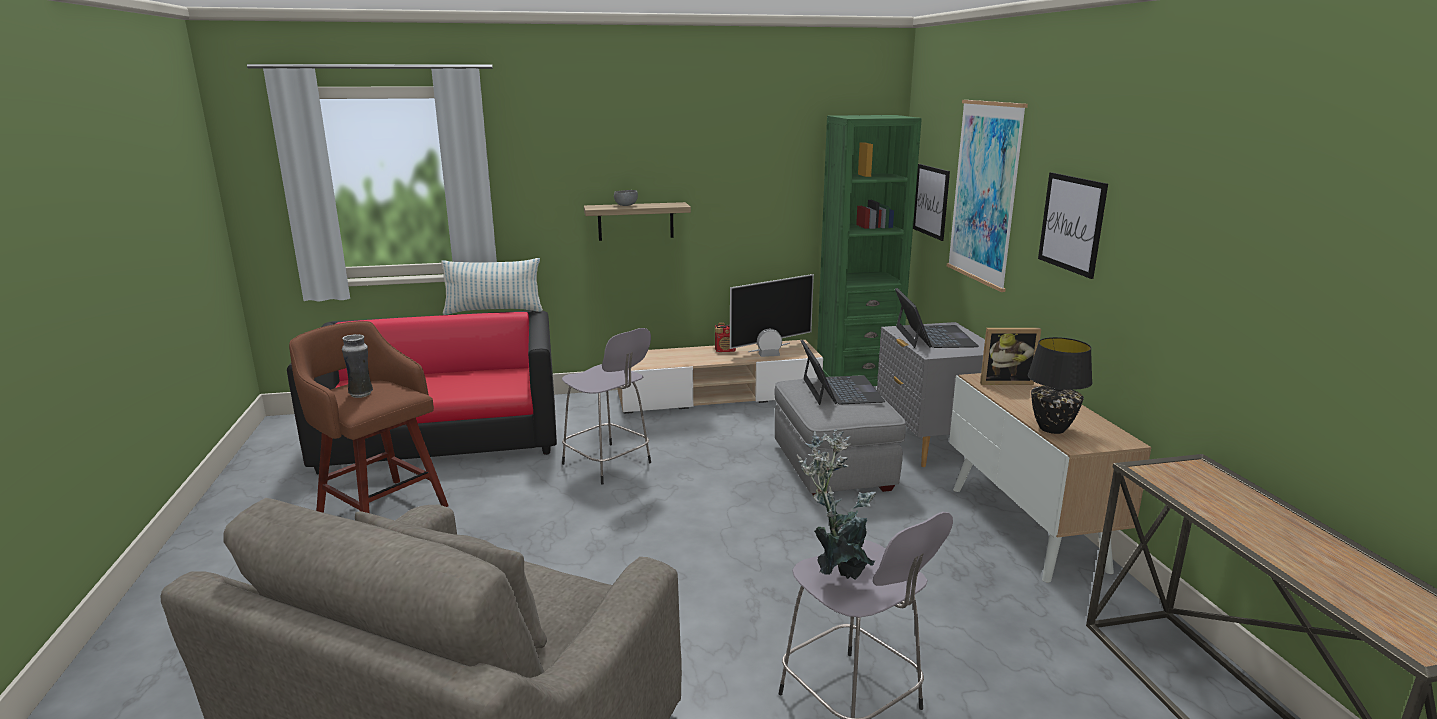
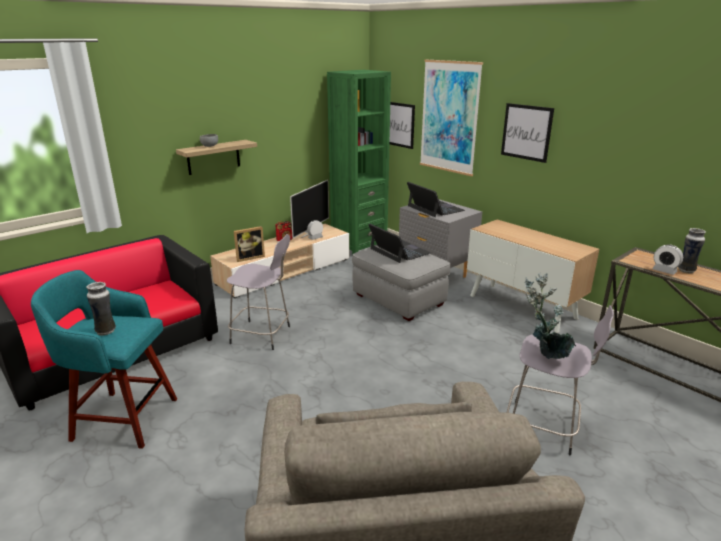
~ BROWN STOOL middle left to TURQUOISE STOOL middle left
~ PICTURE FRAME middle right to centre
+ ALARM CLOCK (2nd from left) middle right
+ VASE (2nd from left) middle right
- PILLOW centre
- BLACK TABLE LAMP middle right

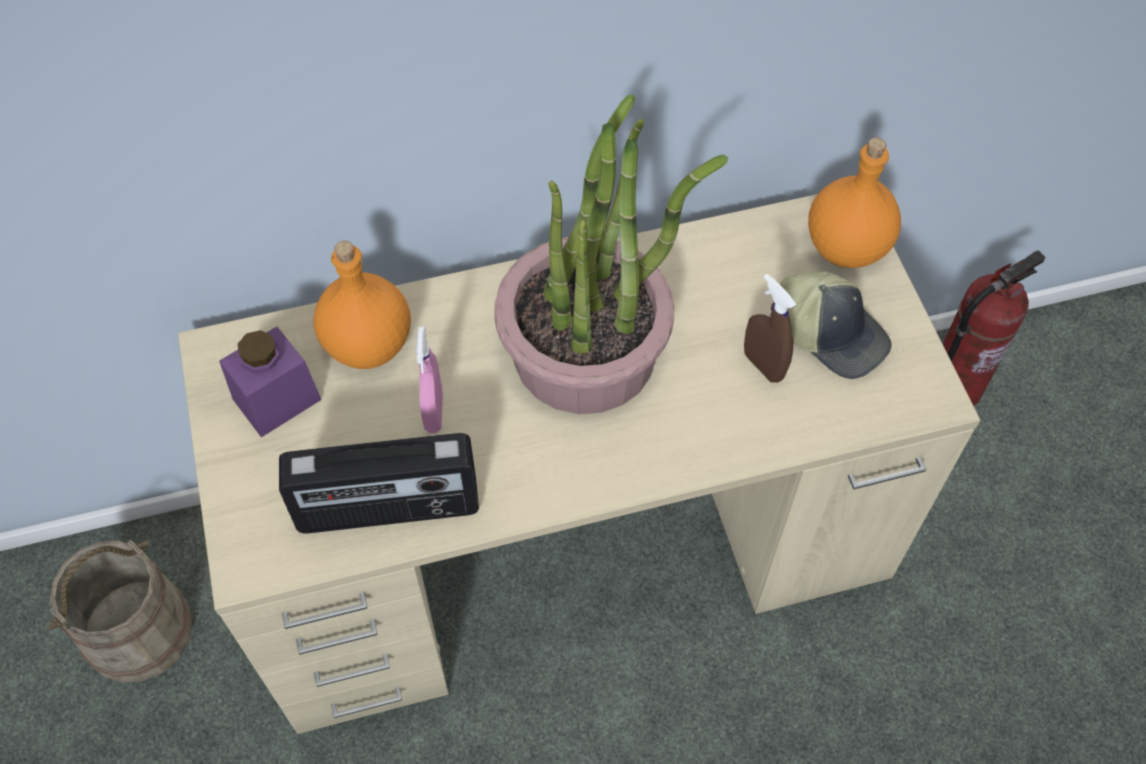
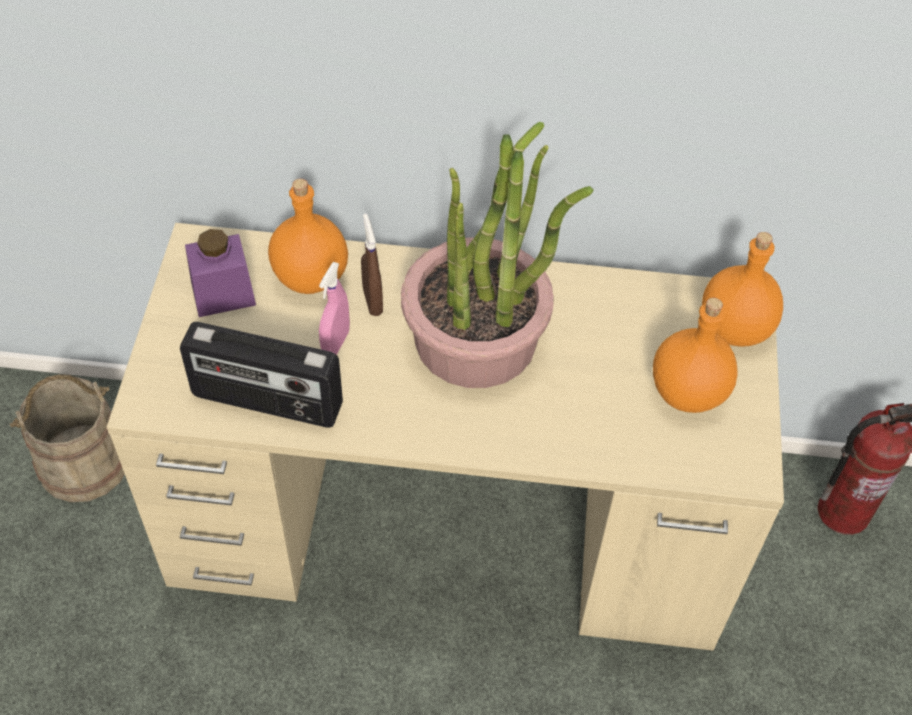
~ BROWN SPRAY BOTTLE middle right to centre
~ CAP middle right to ORANGE BOTTLE (2nd from left) middle right

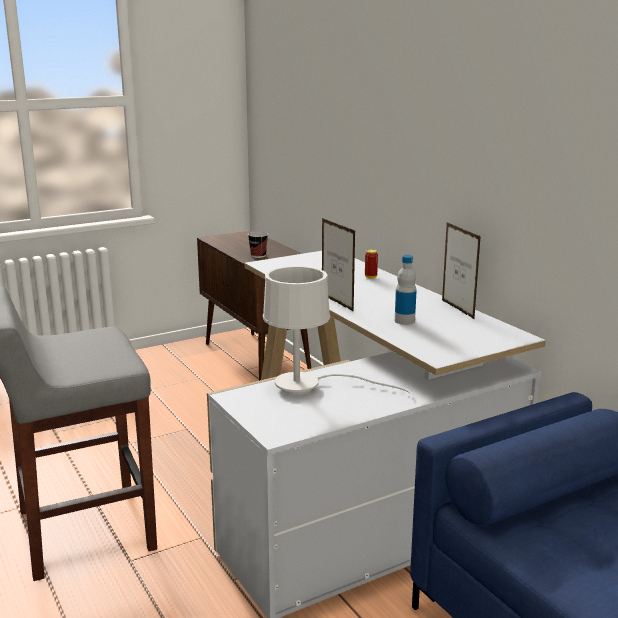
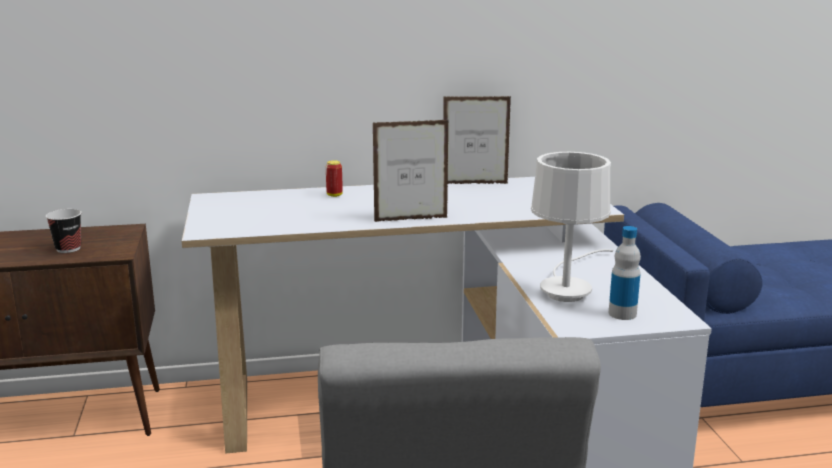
~ BOTTLE centre to middle right

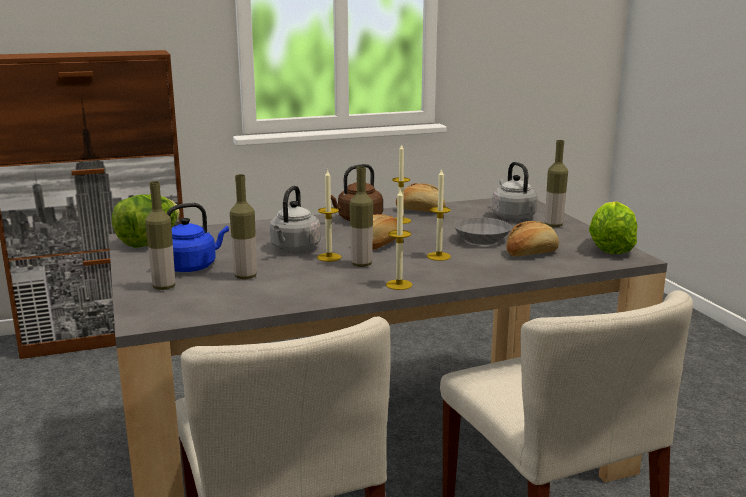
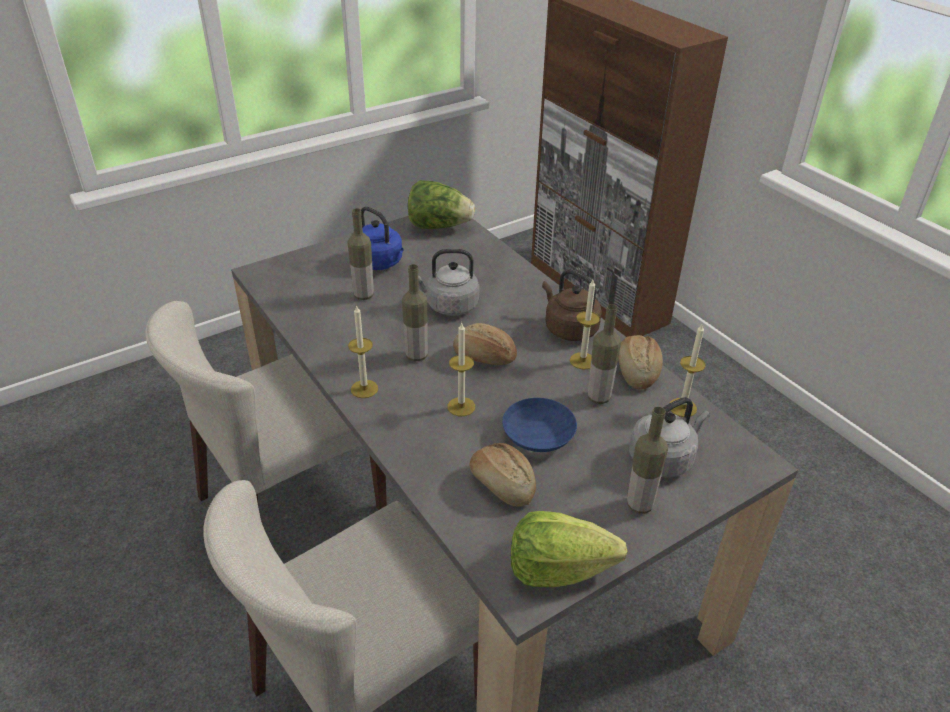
~ GREY BOWL centre to BLUE BOWL centre
~ BOTTLE (1st from left in the first image) middle left to BOTTLE (3rd from left) centre
~ CANDLE (1st from left in the first image) centre to CANDLE (4th from left) middle right

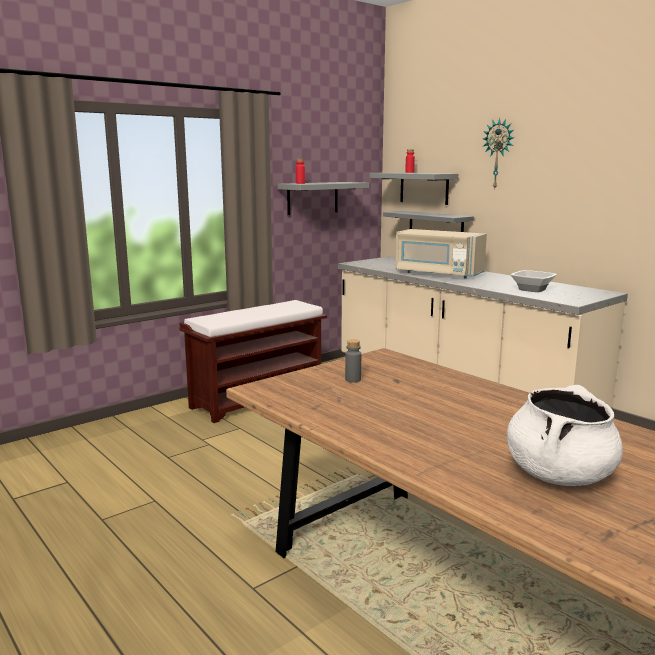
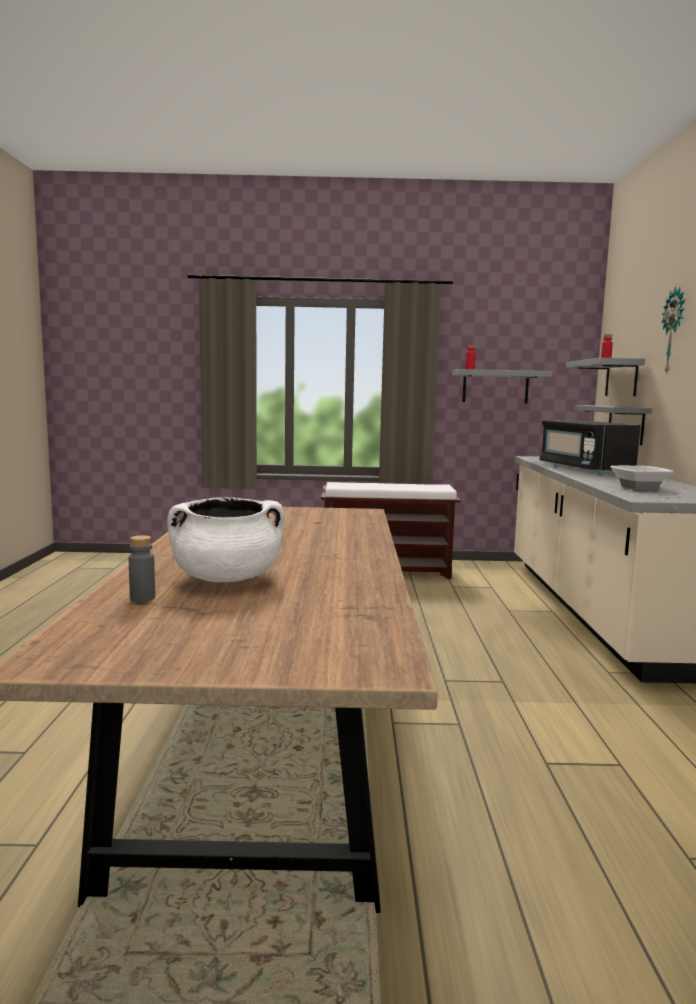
~ GREY BOTTLE centre to middle left
~ BEIGE MICROWAVE middle right to BLACK MICROWAVE middle right

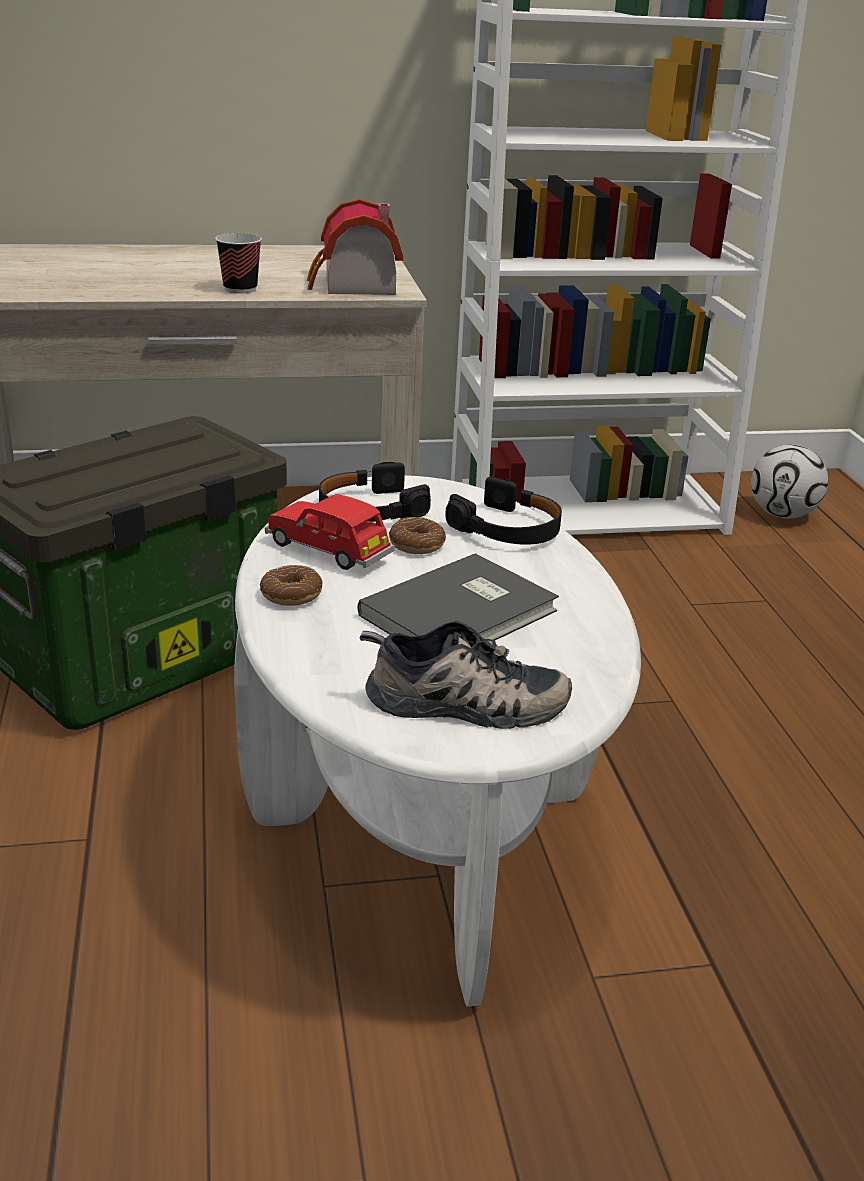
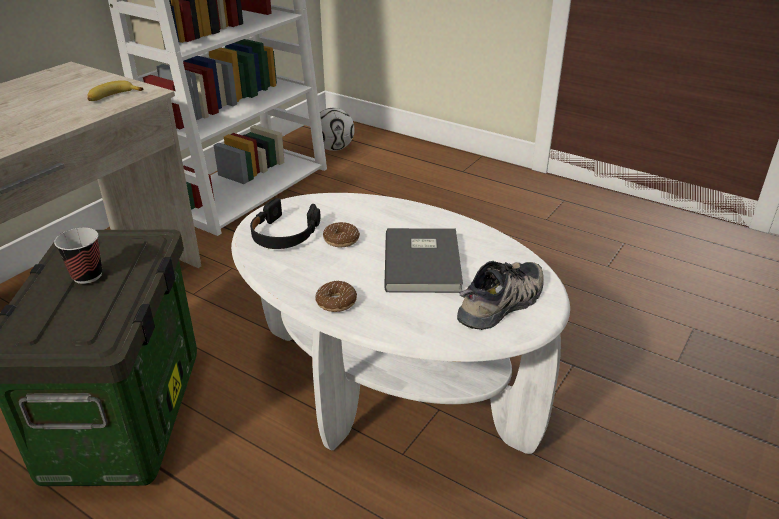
~ CUP top left to middle left
~ TOY HOUSE top centre to BANANA top left
- RED TOY CAR centre
- BLACK HEADPHONES (2nd from left) centre

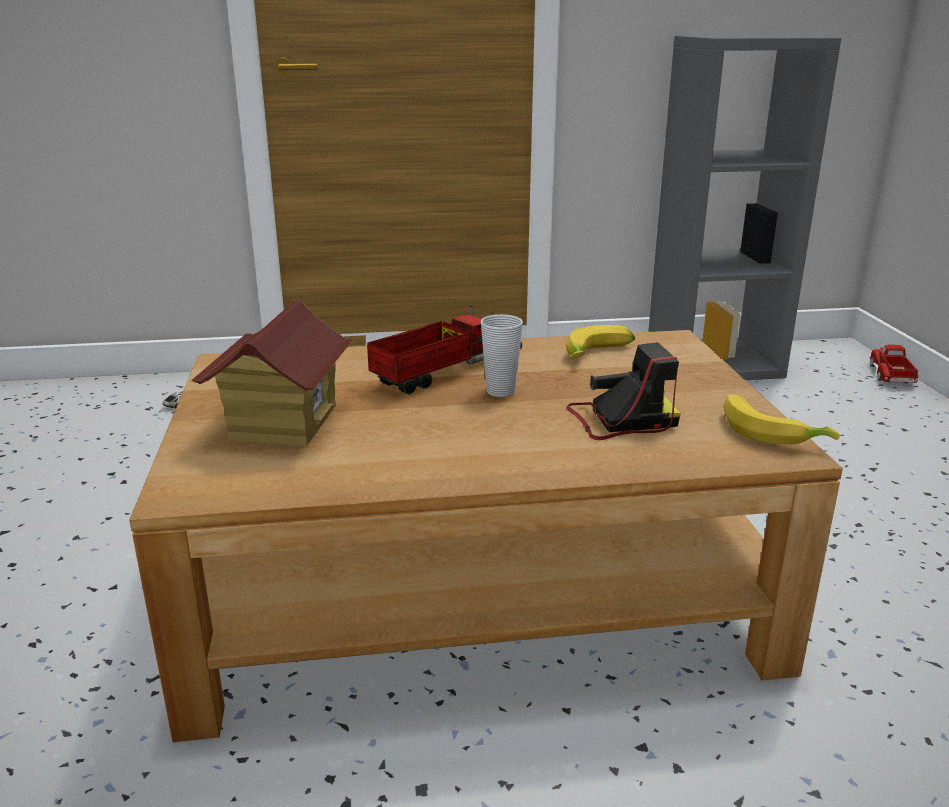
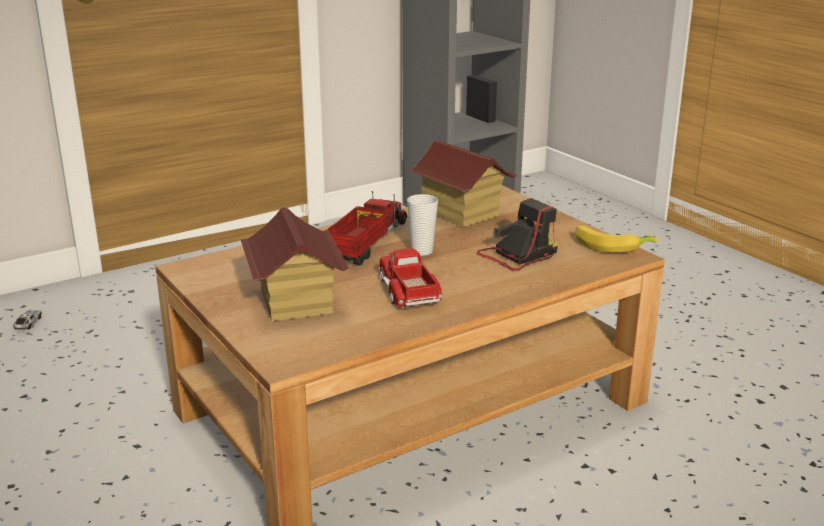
~ TOY TRUCK (2nd from left) middle right to centre
~ BANANA (1st from left) centre to TOY HOUSE (2nd from left) centre

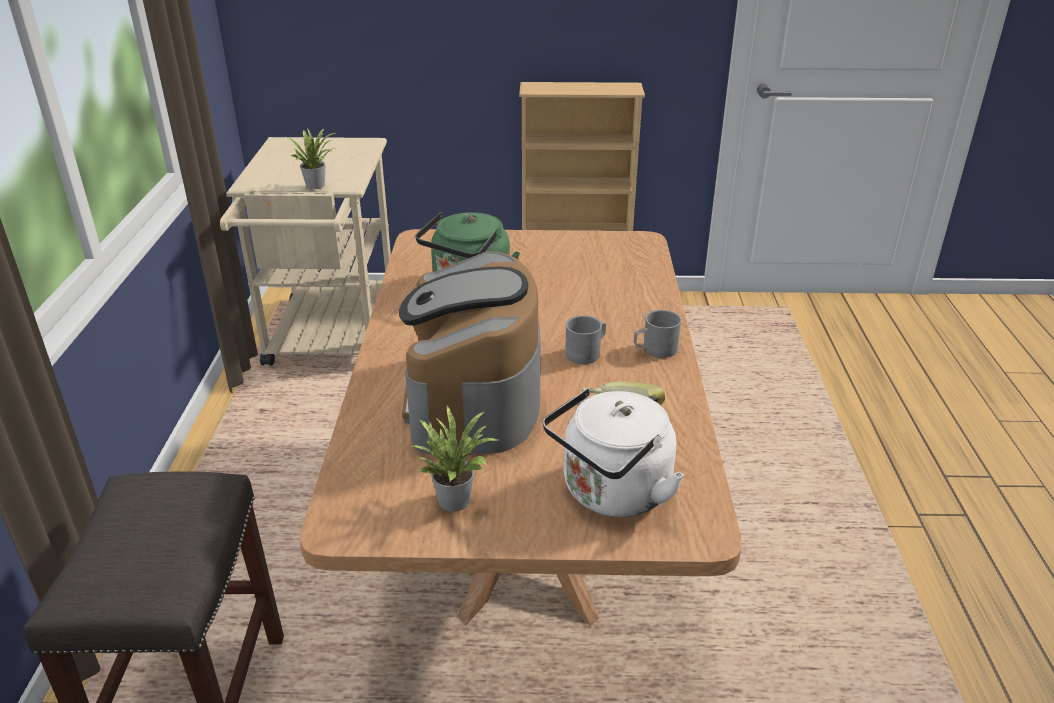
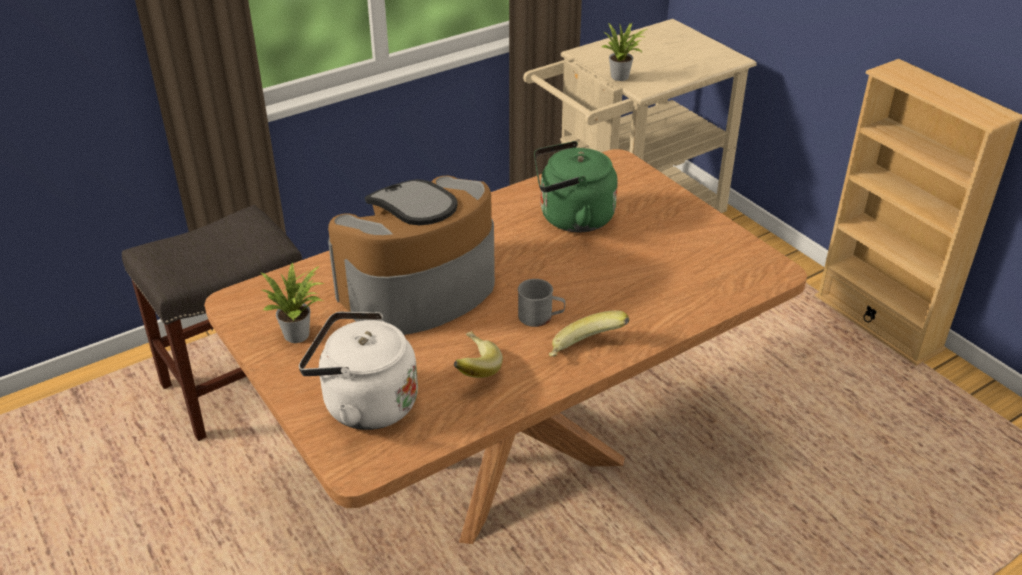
~ GREY MUG (2nd from left) centre to BANANA (2nd from left) centre

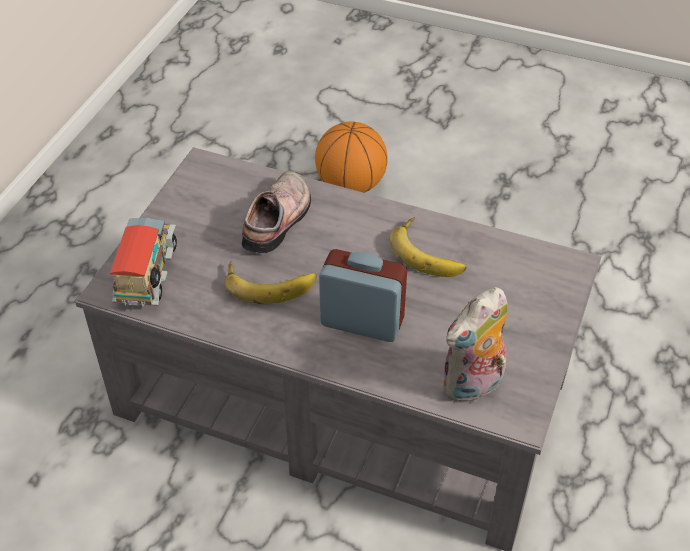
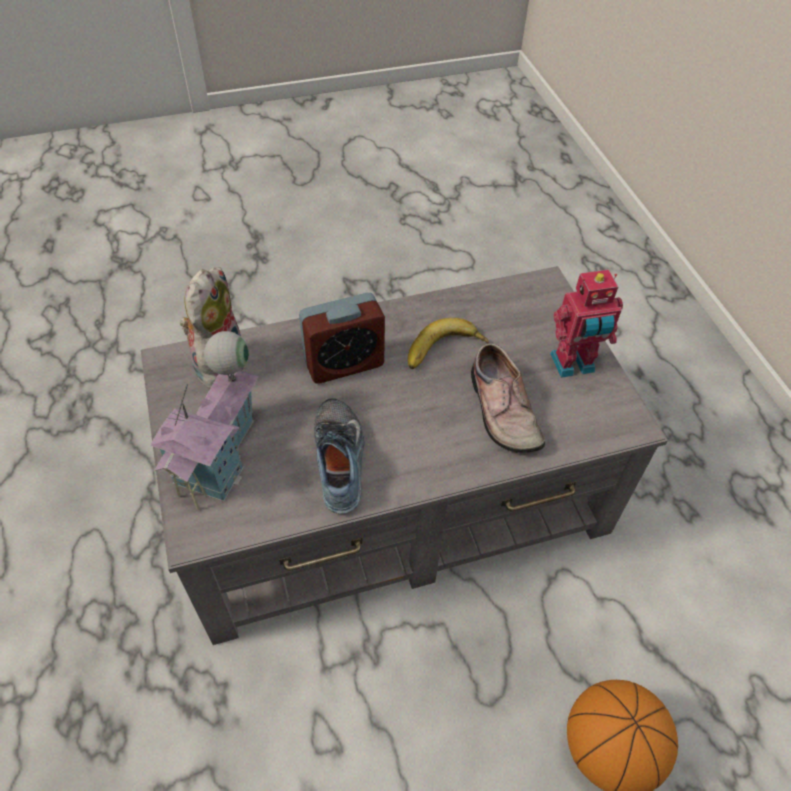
+ TOY HOUSE middle left
~ BANANA (2nd from left) centre to SHOE (1st from left) centre
+ TOY ROBOT middle right
- TOY TRUCK middle left

